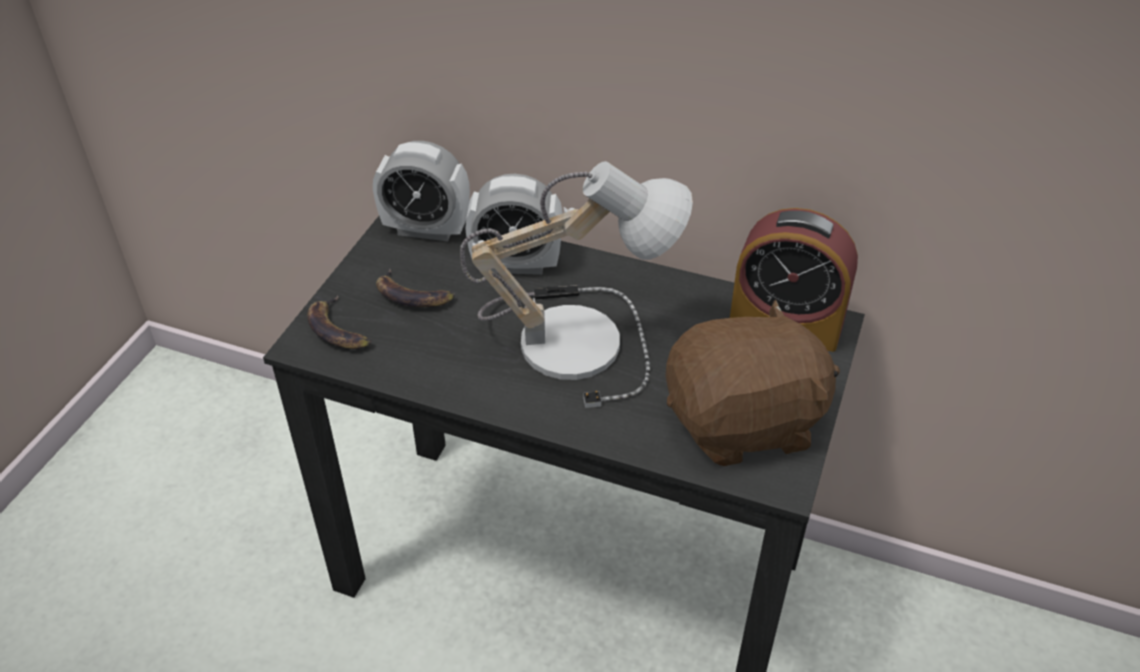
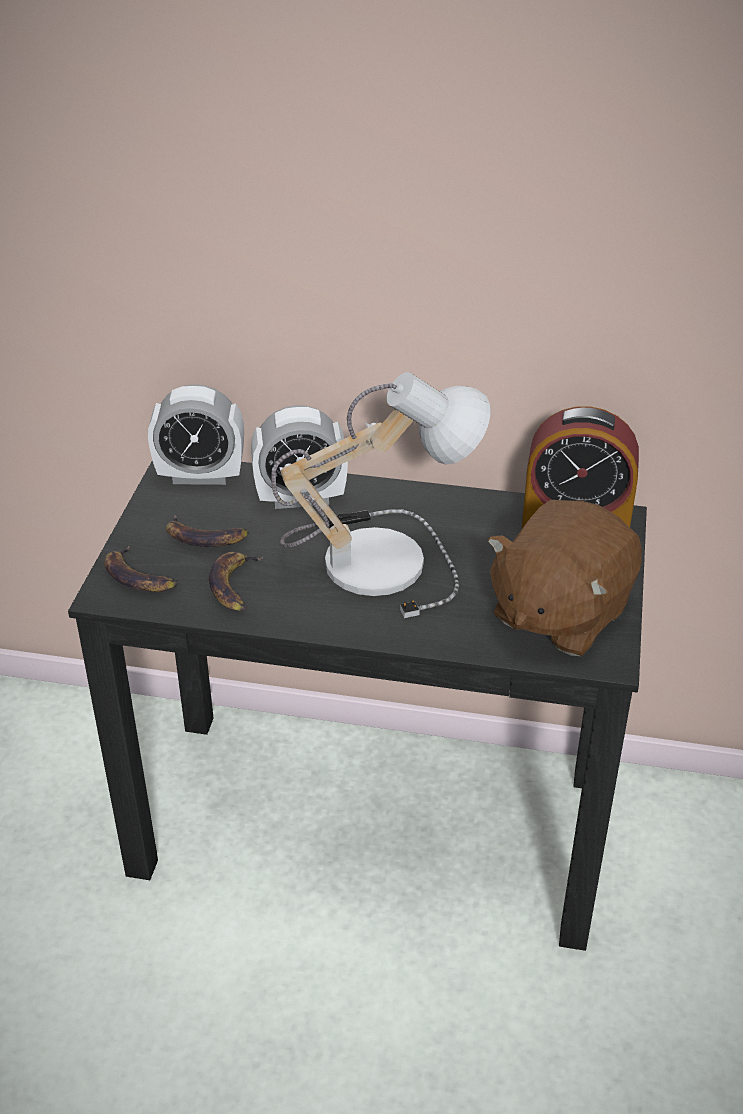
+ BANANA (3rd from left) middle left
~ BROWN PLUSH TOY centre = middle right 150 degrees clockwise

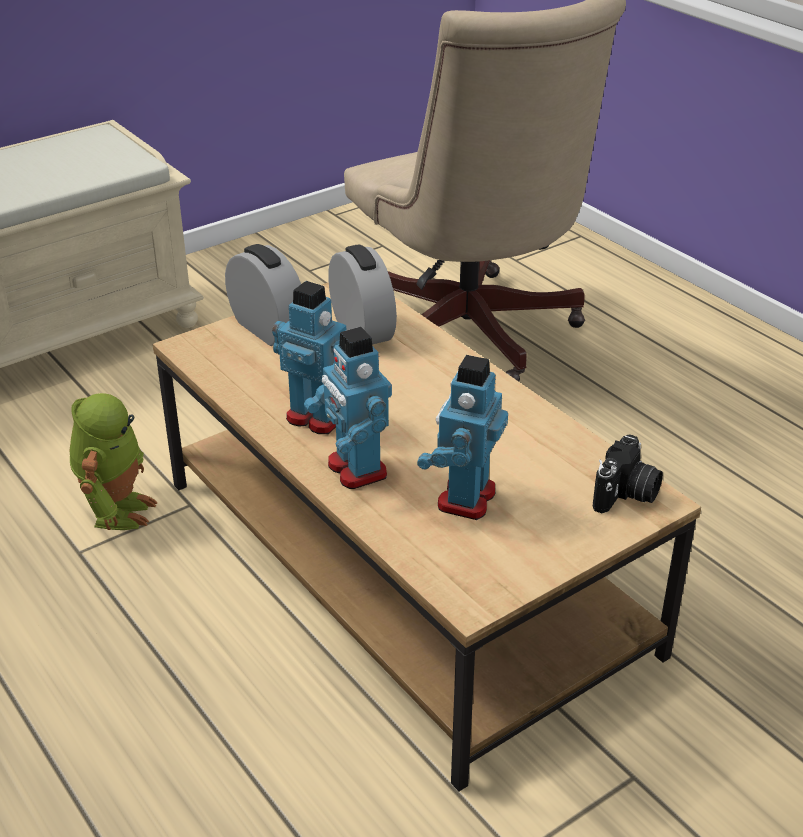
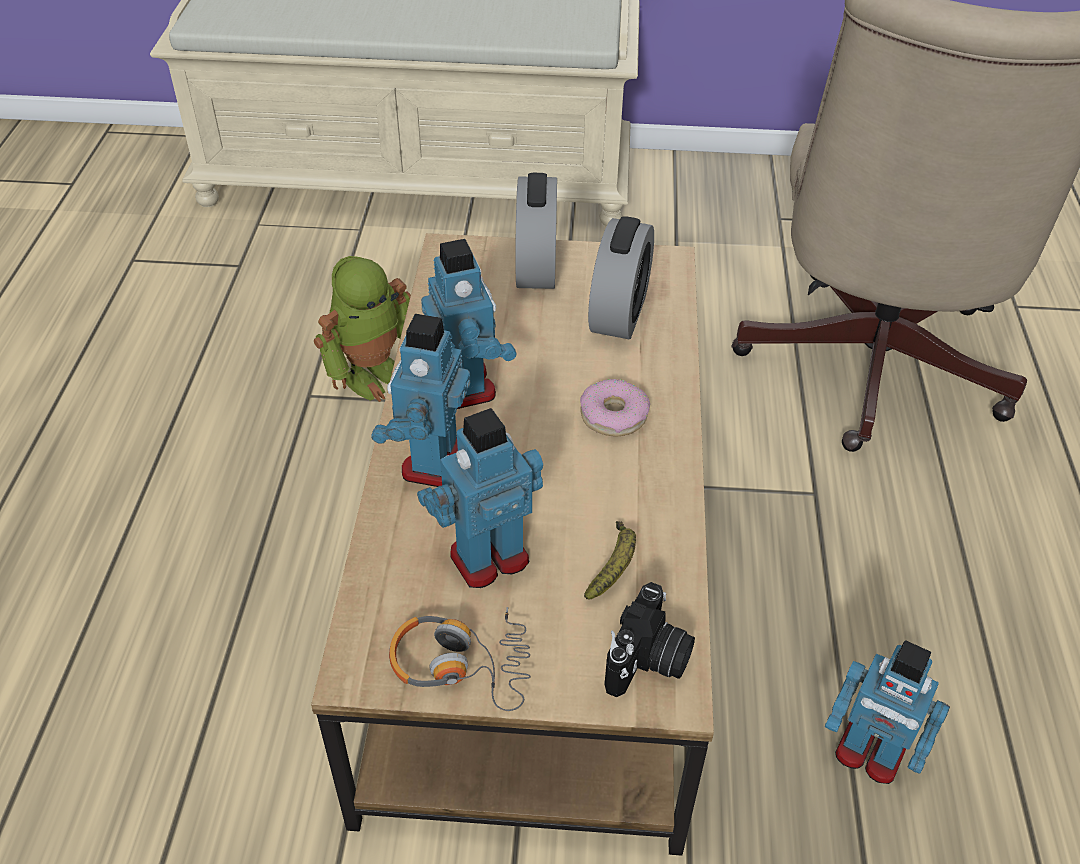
+ HEADPHONES bottom centre
+ DONUT centre
+ BANANA centre
~ PHOTO CAMERA middle right = bottom centre 45 degrees counterclockwise
+ TOY ROBOT (5th from left) bottom right

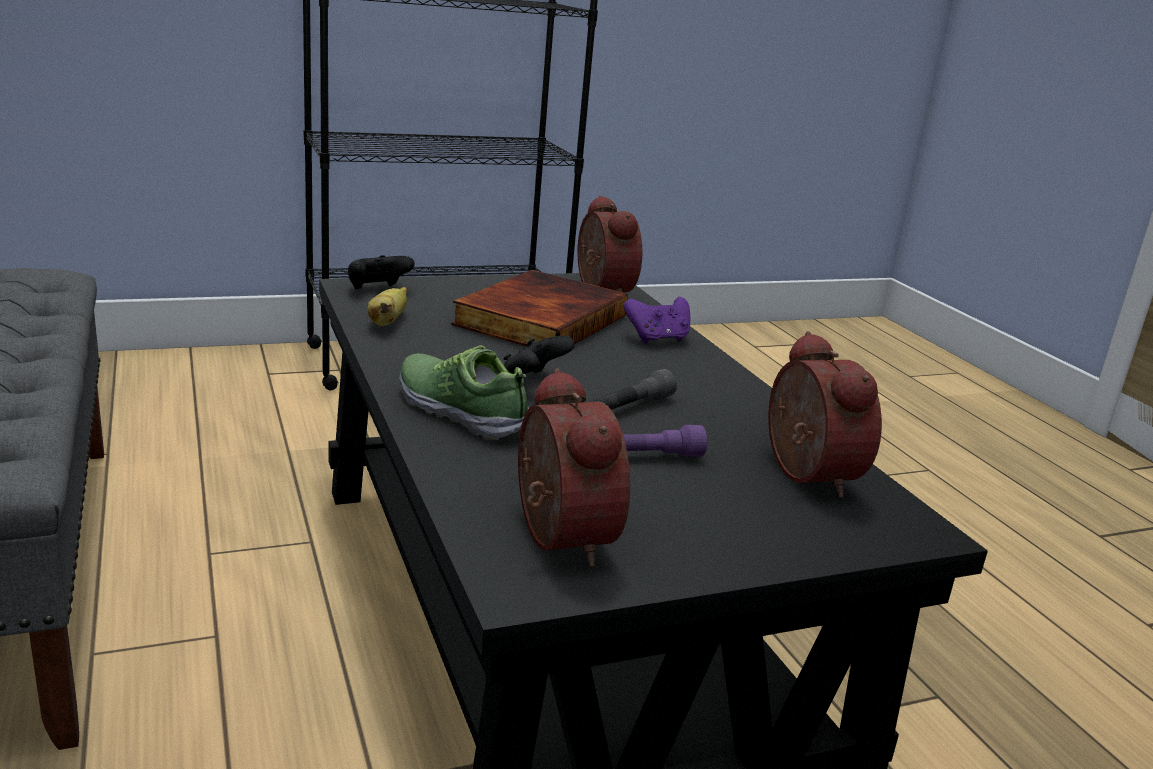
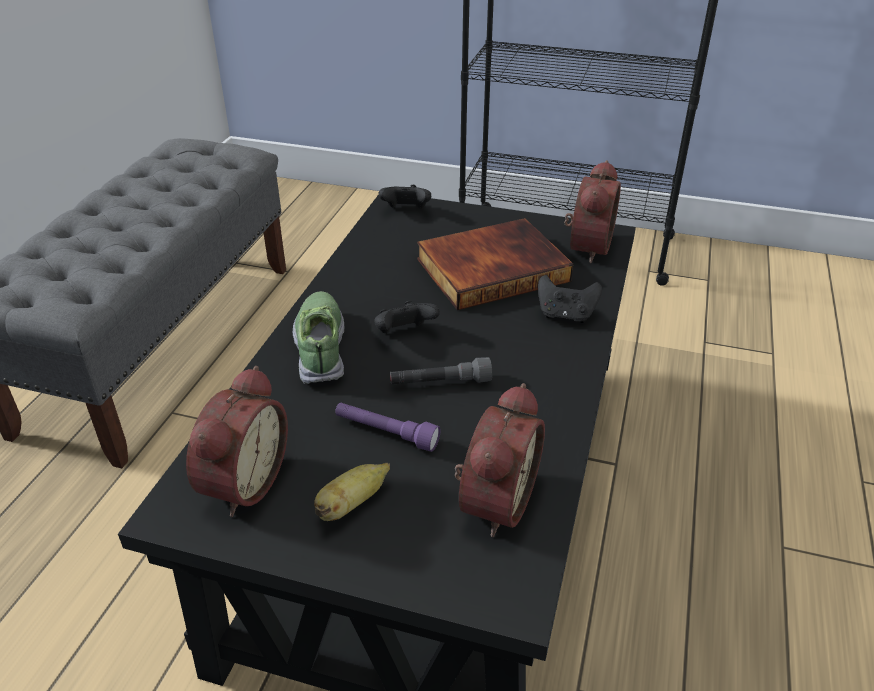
~ BANANA centre to bottom centre
~ PURPLE GAME CONTROLLER centre to BLACK GAME CONTROLLER (3rd from left) centre

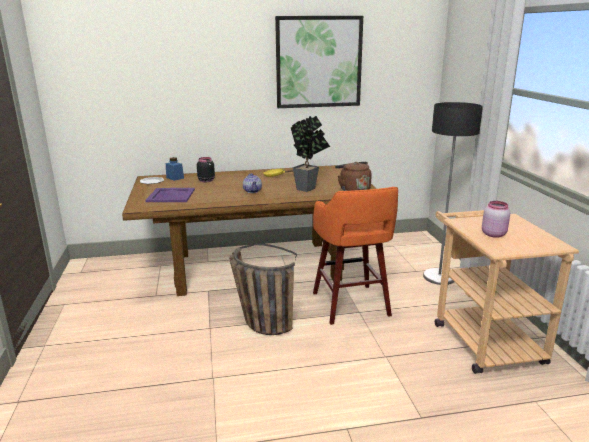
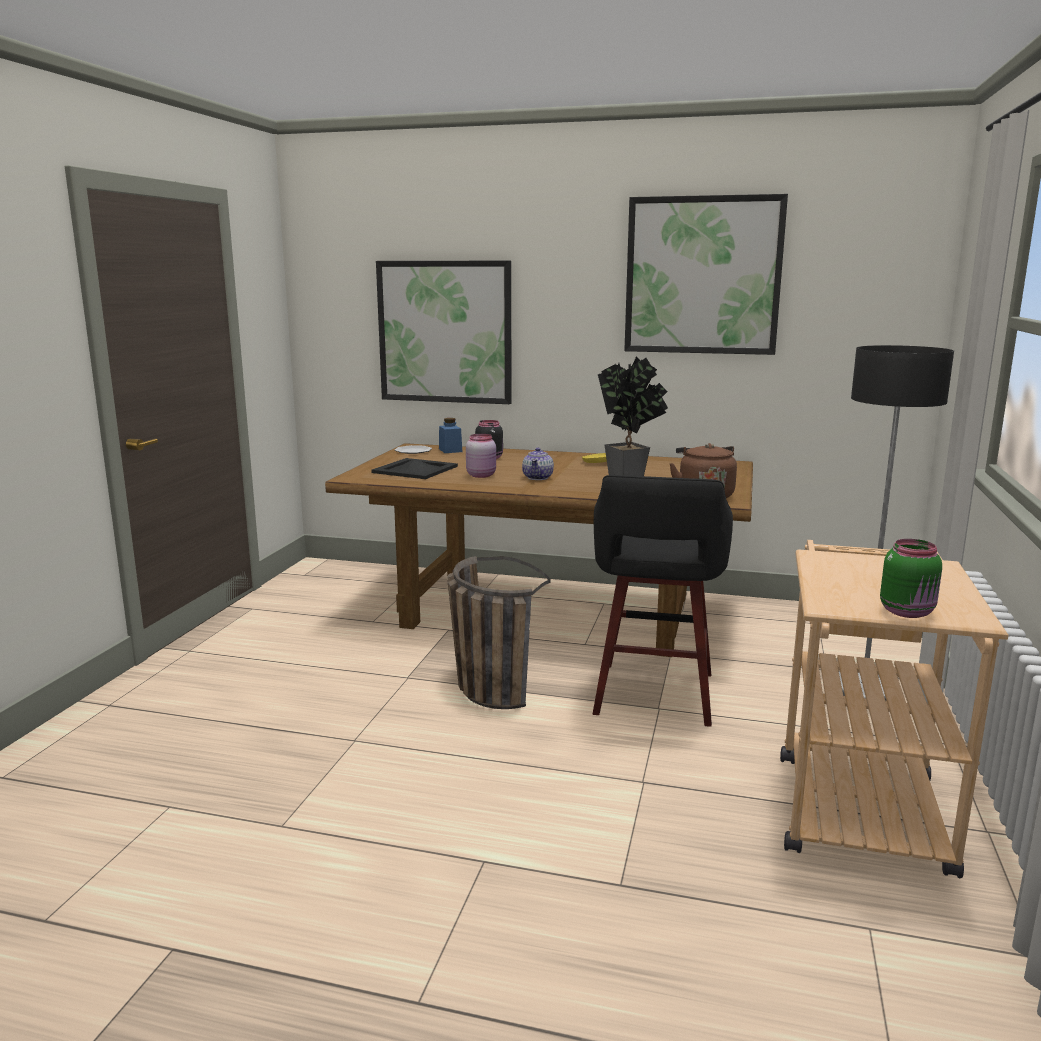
~ PURPLE TRAY middle left to BLACK TRAY centre
+ PICTURE (1st from left) top centre
~ PINK JAR middle right to centre
~ ORANGE STOOL centre to BLACK STOOL centre
+ GREEN JAR middle right

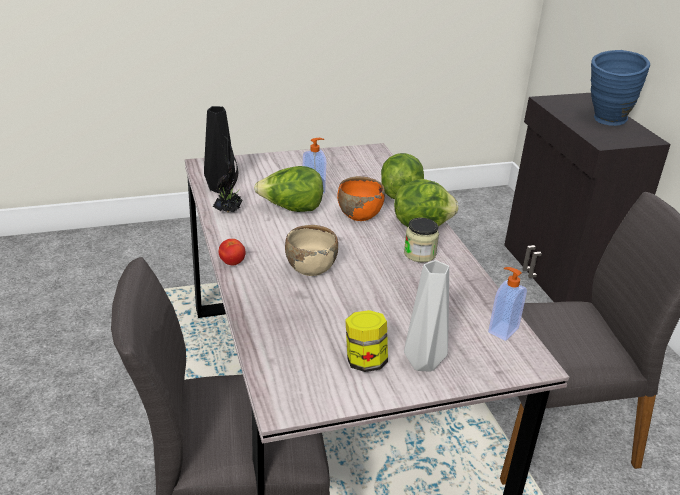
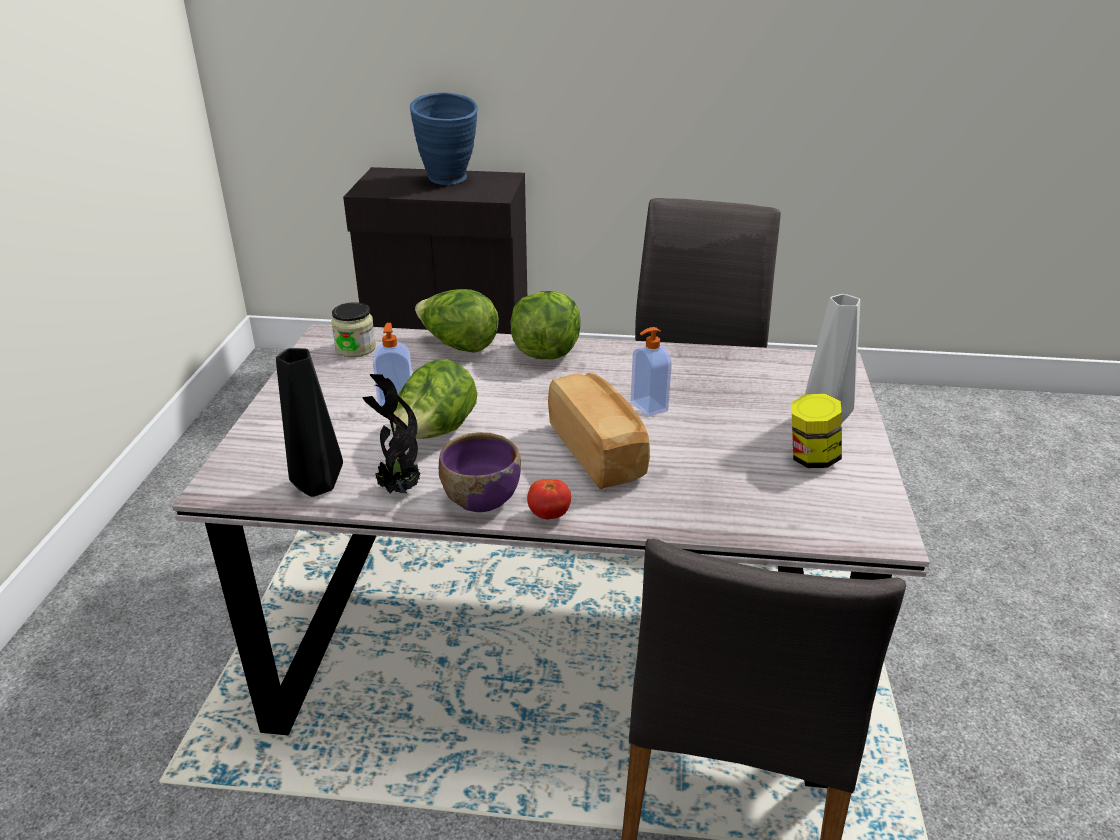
~ JAR (2nd from left in the first image) centre to JAR (1st from left) middle left
+ PURPLE BOWL centre
~ BEIGE BOWL centre to BREAD centre
~ SOAP DISPENSER (2nd from left) middle right to centre
- ORANGE BOWL centre

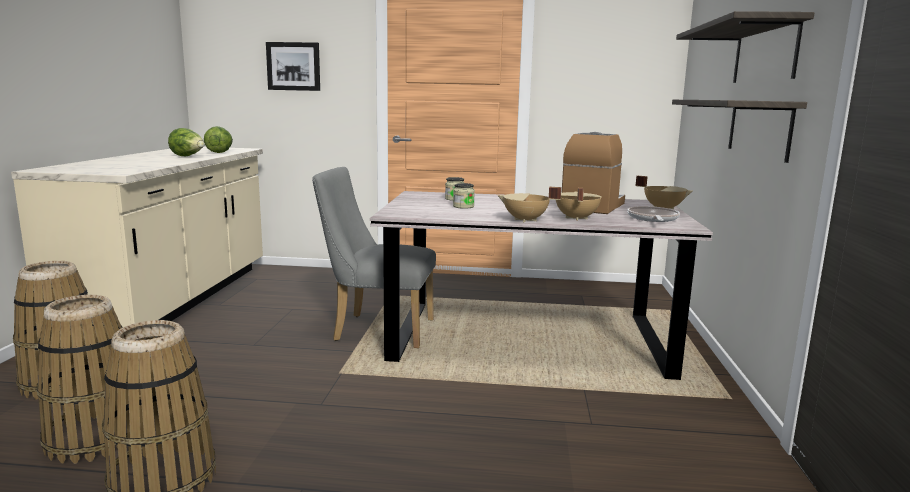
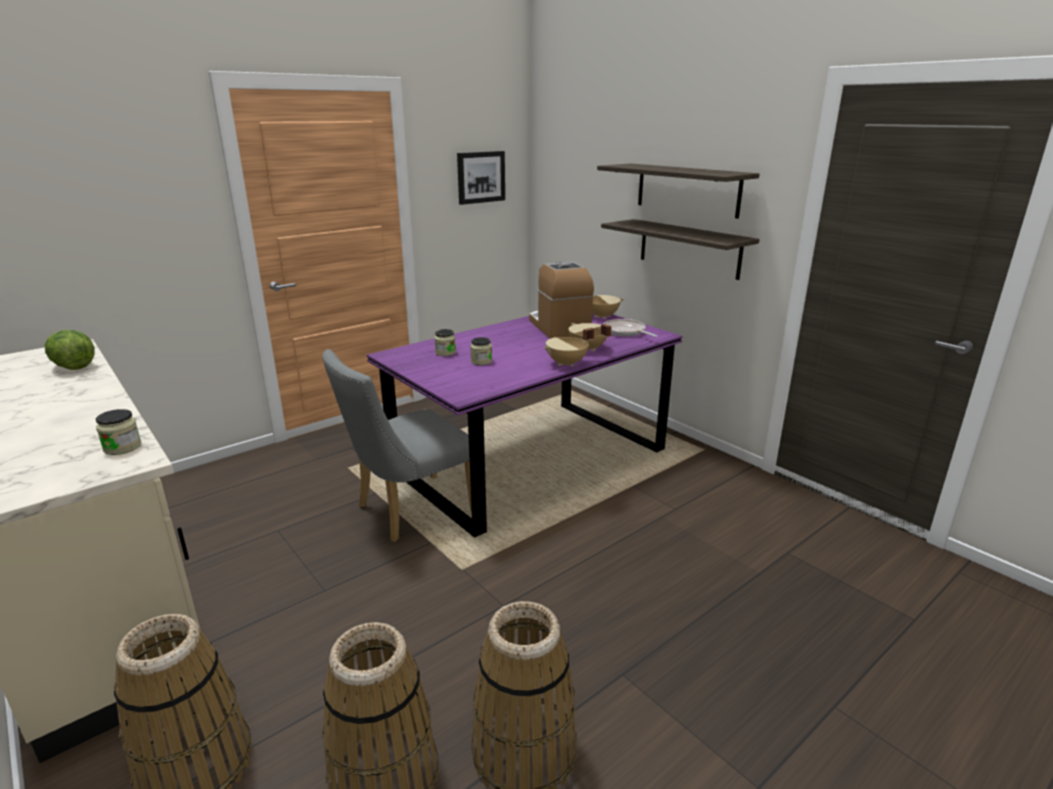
+ JAR (1st from left) middle left
~ GREY DINING TABLE centre to PURPLE DINING TABLE centre
~ PICTURE top left to top centre
- LETTUCE (1st from left) top left

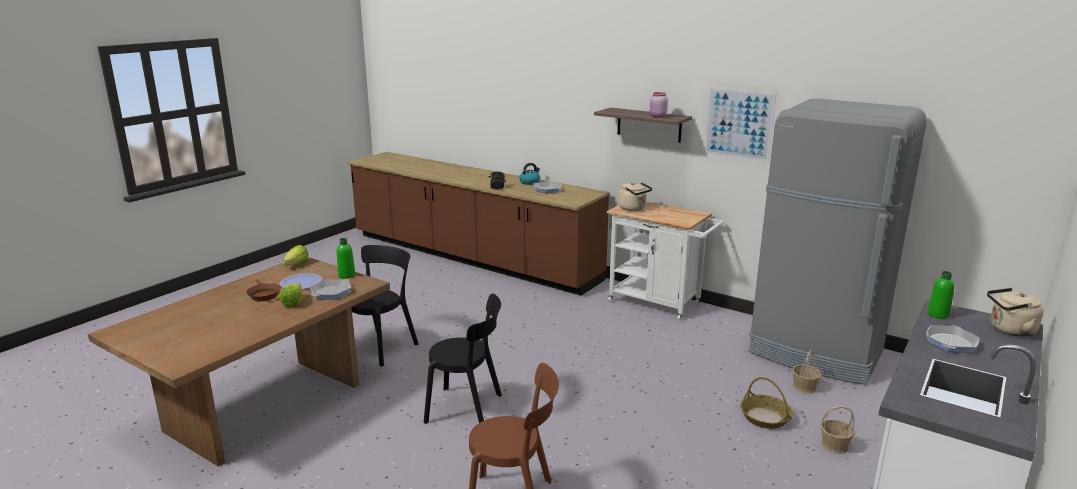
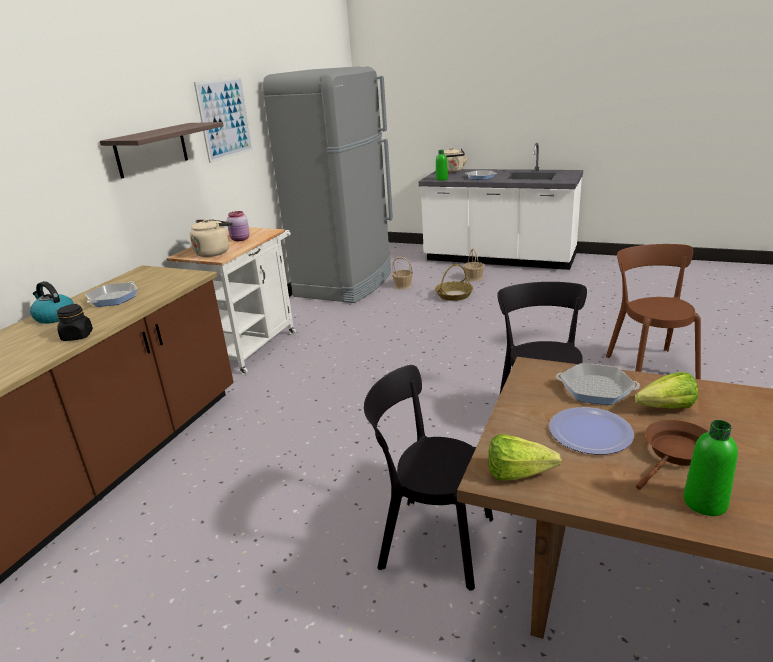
~ PINK JAR top centre to middle left
~ GREEN BOTTLE (1st from left in the first image) middle left to GREEN BOTTLE (2nd from left) bottom right

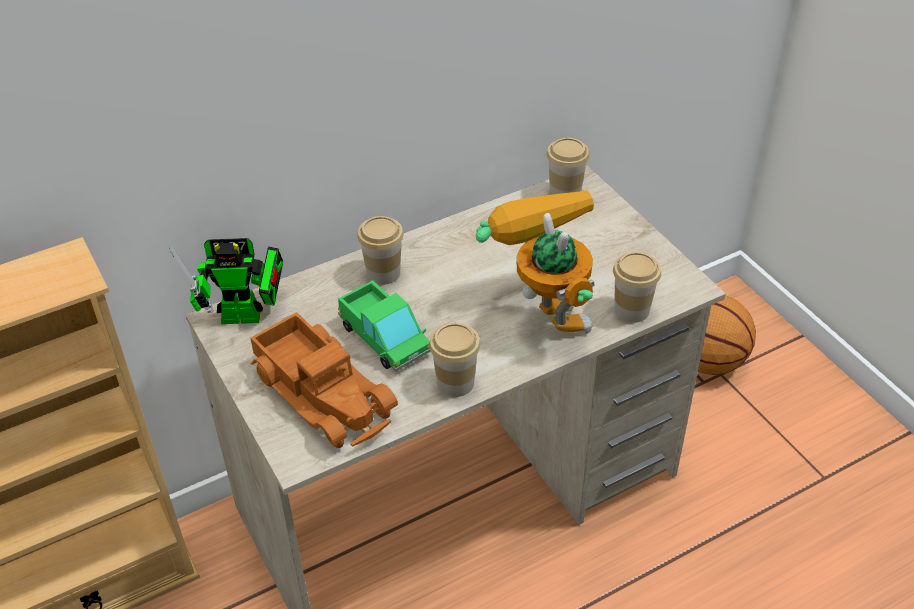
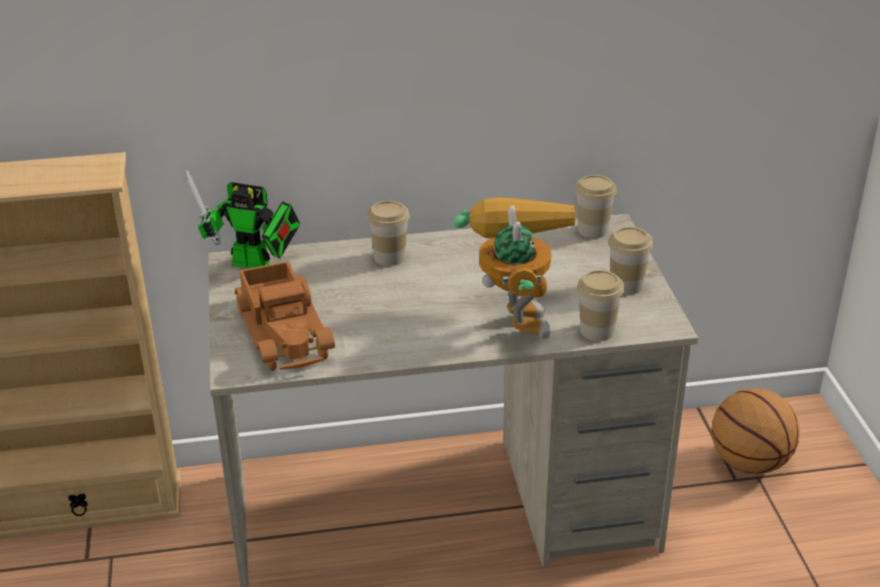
~ CUP (2nd from left in the first image) centre to CUP (4th from left) middle right
- TOY TRUCK (2nd from left) centre

